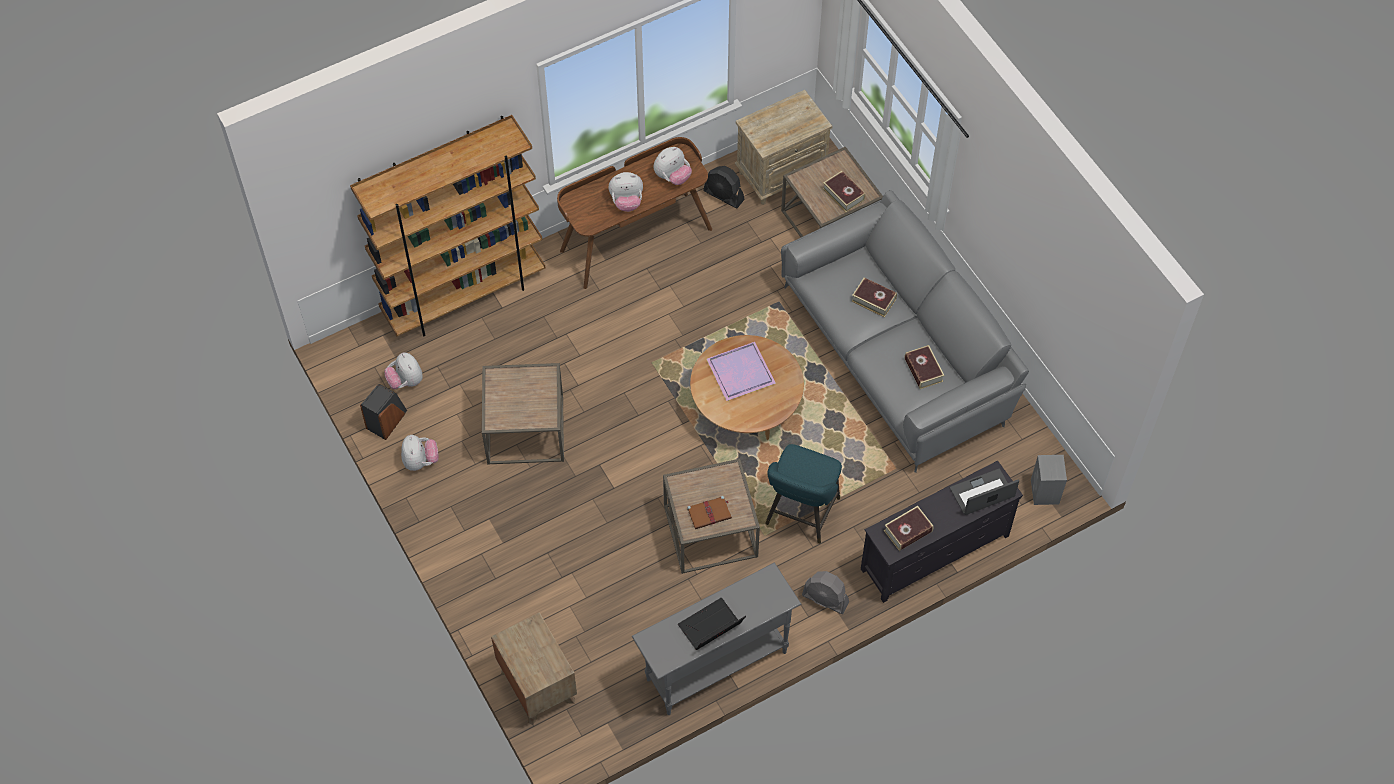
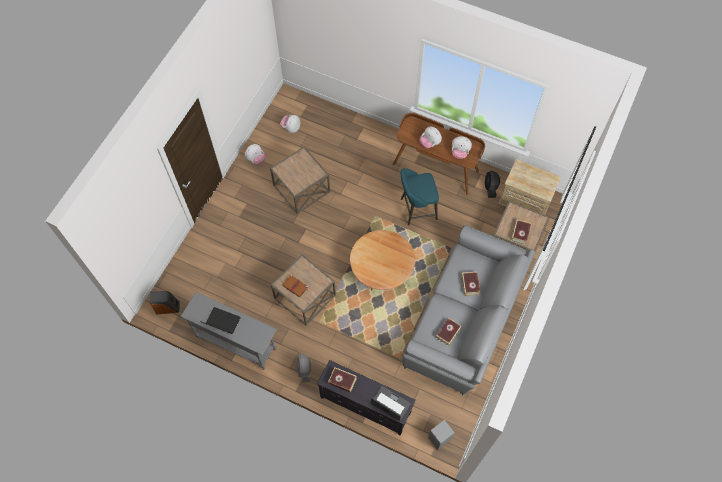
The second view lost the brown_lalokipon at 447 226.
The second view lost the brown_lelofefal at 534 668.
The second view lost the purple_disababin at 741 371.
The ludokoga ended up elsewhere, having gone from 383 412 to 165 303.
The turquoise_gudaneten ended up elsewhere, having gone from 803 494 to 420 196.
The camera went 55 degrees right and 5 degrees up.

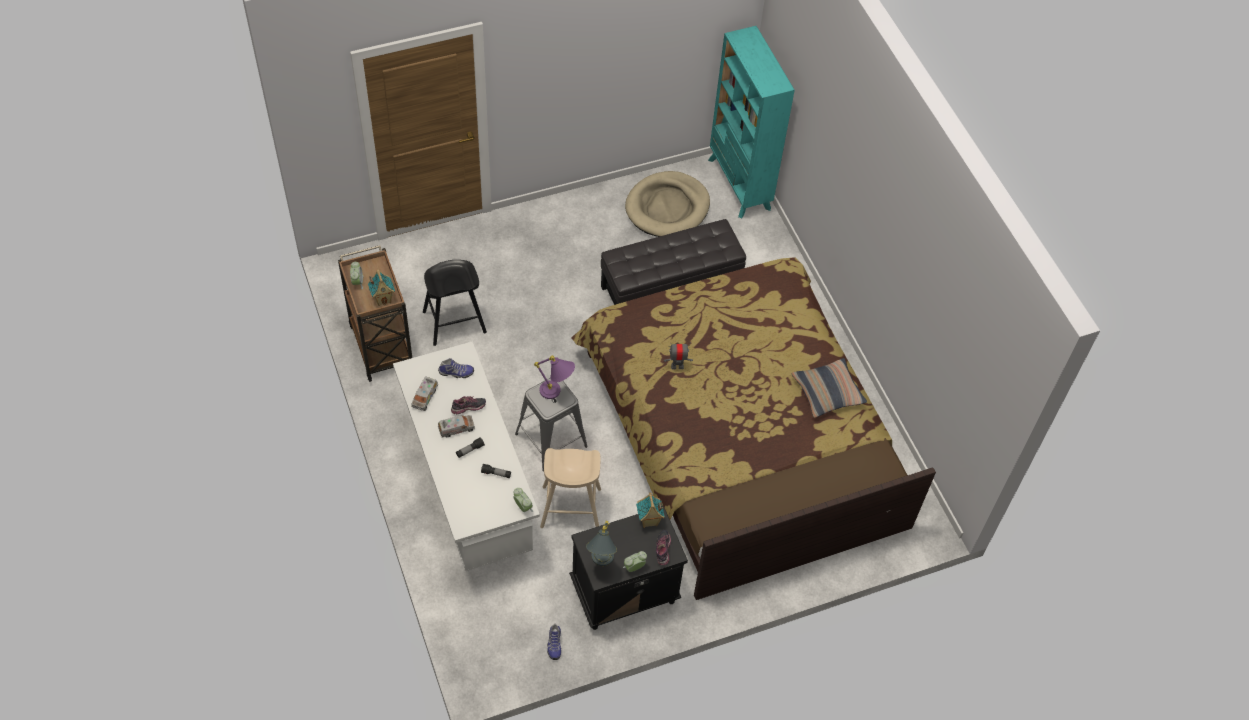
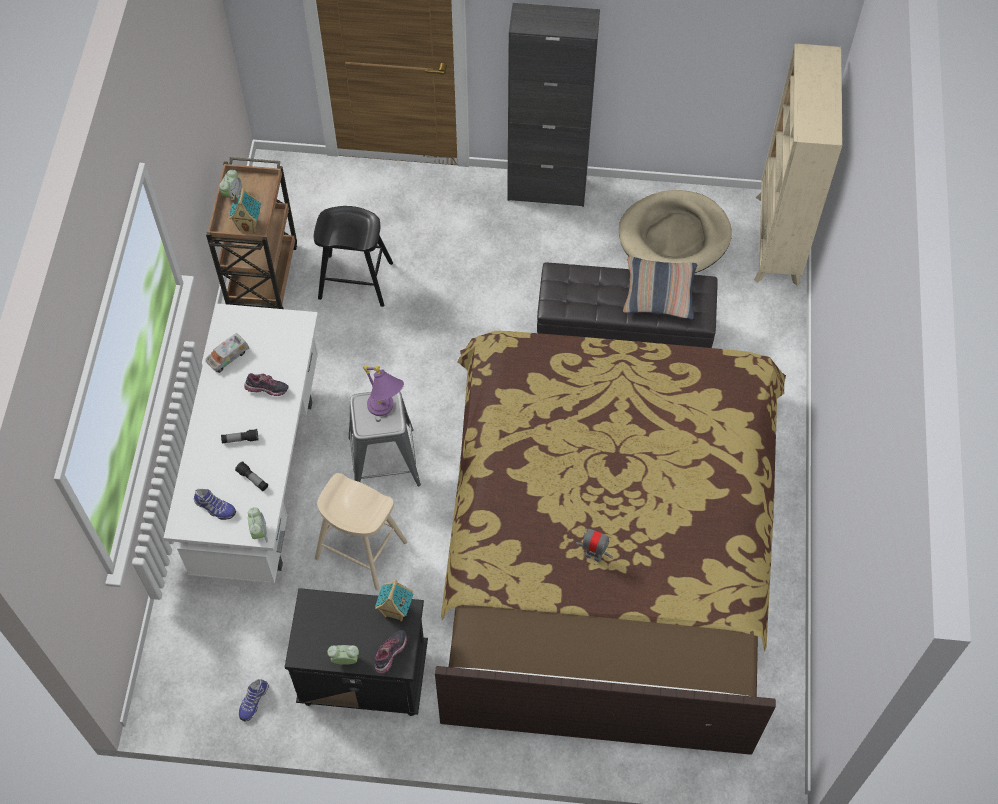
The second view lost the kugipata at 456 426.
The second view lost the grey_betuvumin at 601 543.
The second view gained the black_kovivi at 553 105.
The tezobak ended up elsewhere, having gone from 456 368 to 215 504.
The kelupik ended up elsewhere, having gone from 678 355 to 594 545.
The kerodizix ended up elsewhere, having gone from 829 388 to 660 287.
What was the turquoise_lalokipon at 751 122 turned into the beige_lalokipon at 798 164.
The camera went 30 degrees right and 5 degrees up.

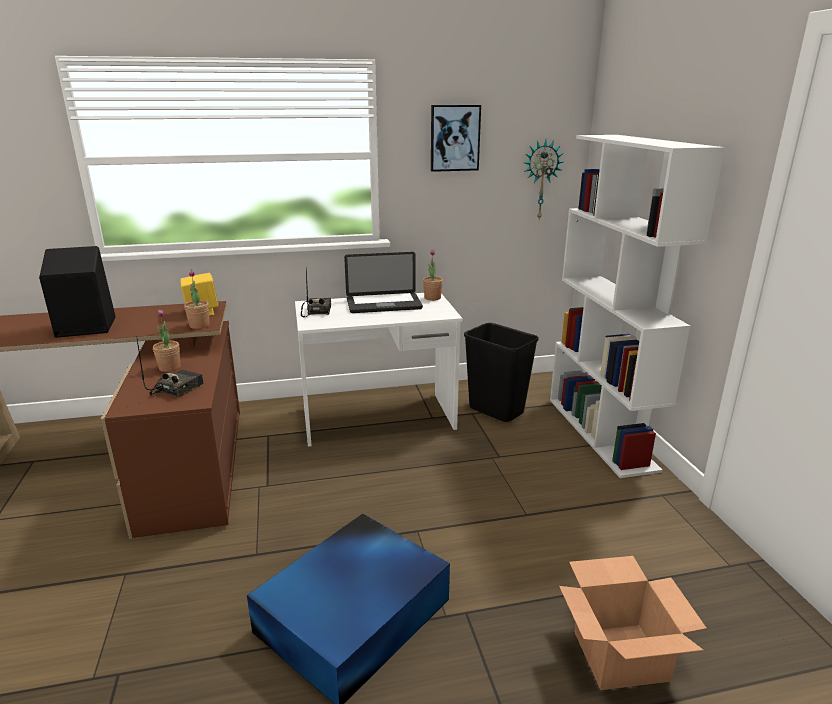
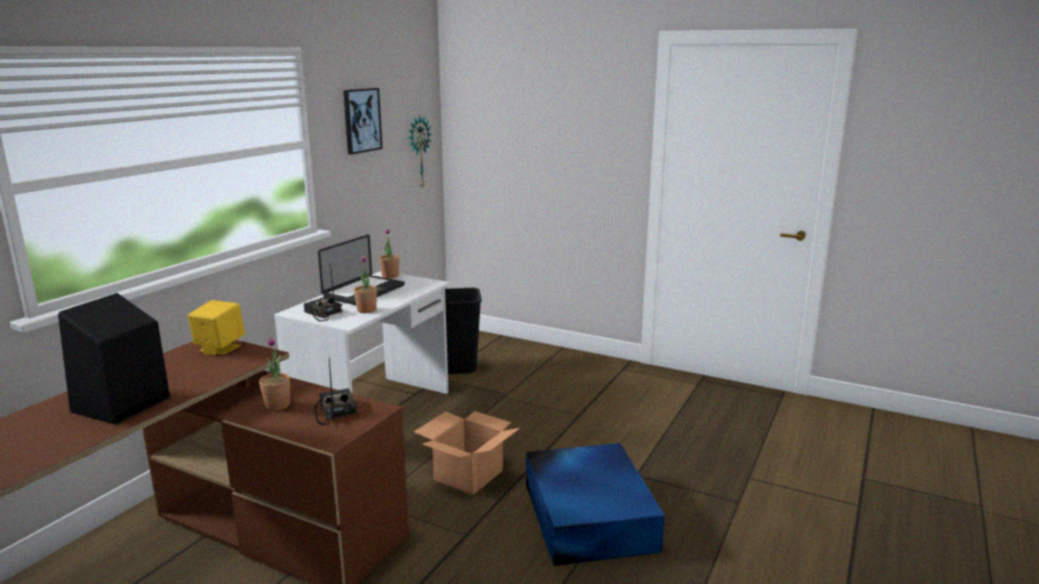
The second view lost the white_lalokipon at 637 306.
The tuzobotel ended up elsewhere, having gone from 197 299 to 365 284.
The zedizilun ended up elsewhere, having gone from 633 623 to 467 453.
The camera went 50 degrees left and 5 degrees down.

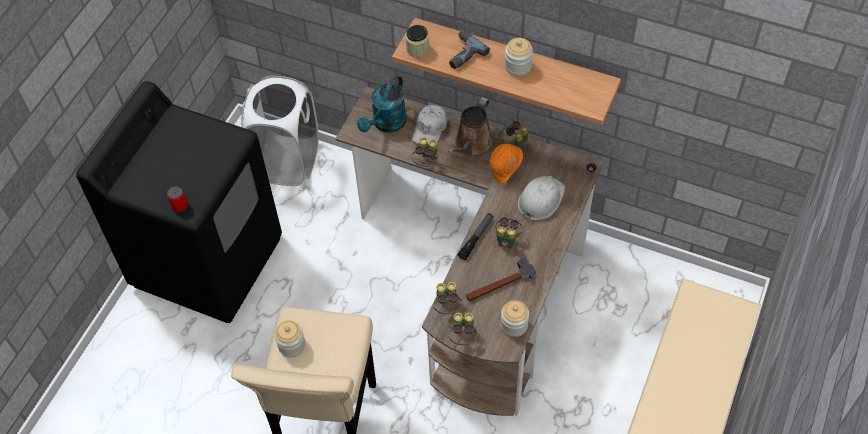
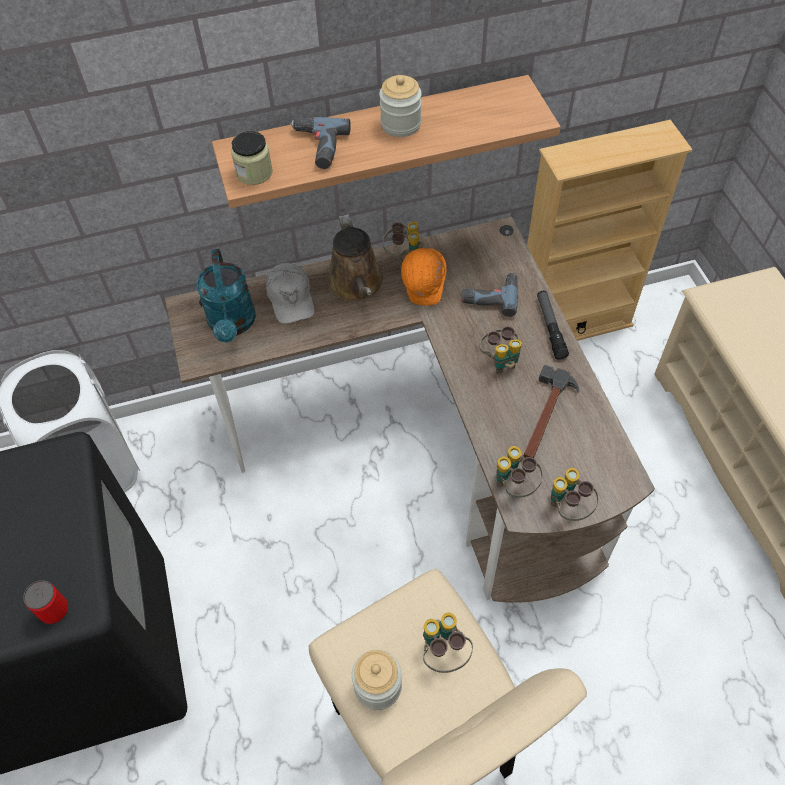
The second view lost the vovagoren at 515 318.
The second view gained the beige_lalokipon at 610 230.
The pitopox ended up elsewhere, having gone from 424 152 to 448 643.
The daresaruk ended up elsewhere, having gone from 475 236 to 553 325.
Where the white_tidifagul stood at 541 198, the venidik came to stand at 490 294.
The camera went 40 degrees left and 0 degrees up.

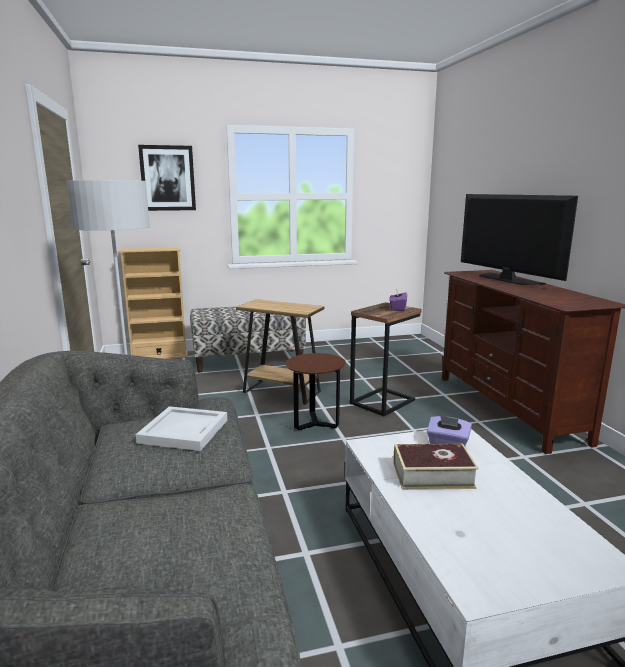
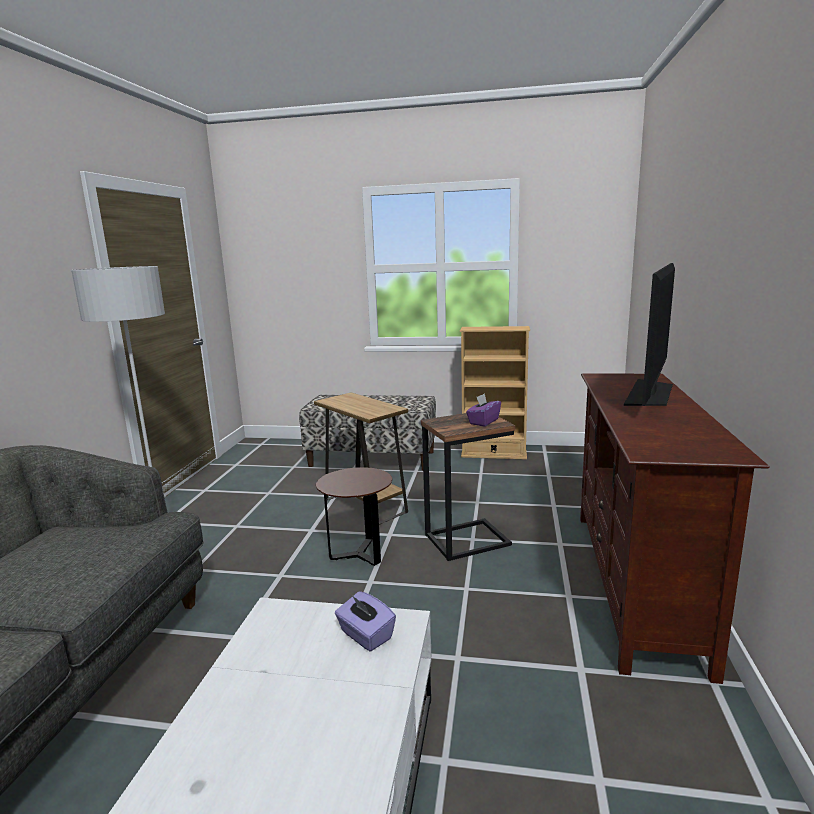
The second view lost the white_disababin at 181 428.
The second view lost the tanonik at 167 178.
The second view lost the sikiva at 435 467.
The beige_lalokipon ended up elsewhere, having gone from 153 303 to 495 392.
The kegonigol at 519 239 ended up facing another way, 150 degrees counterclockwise from before.
The camera went 25 degrees right and 0 degrees up.

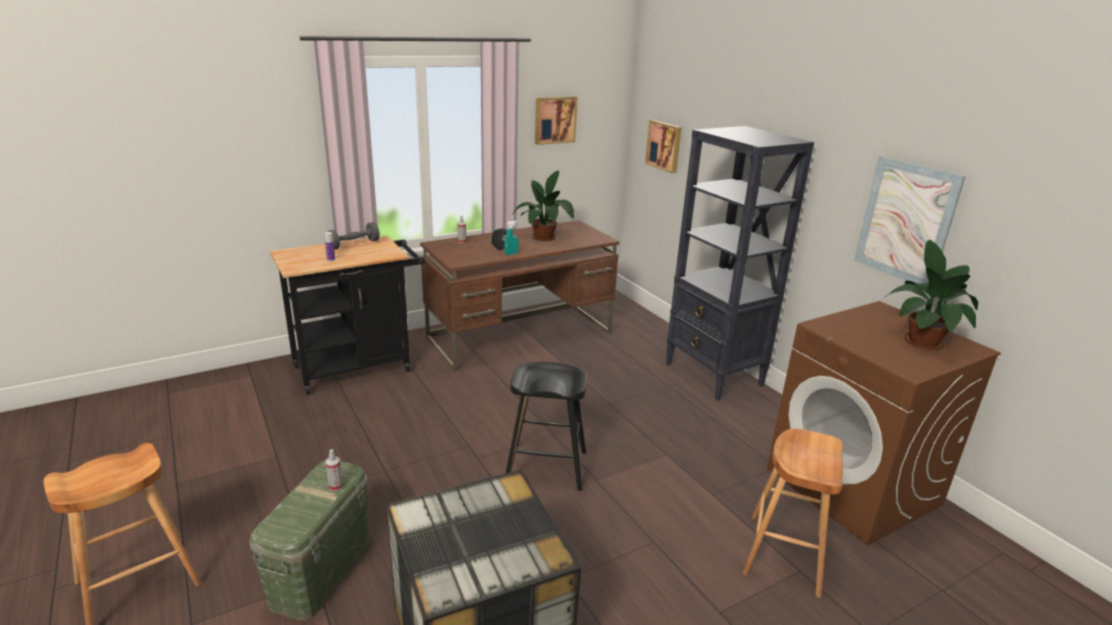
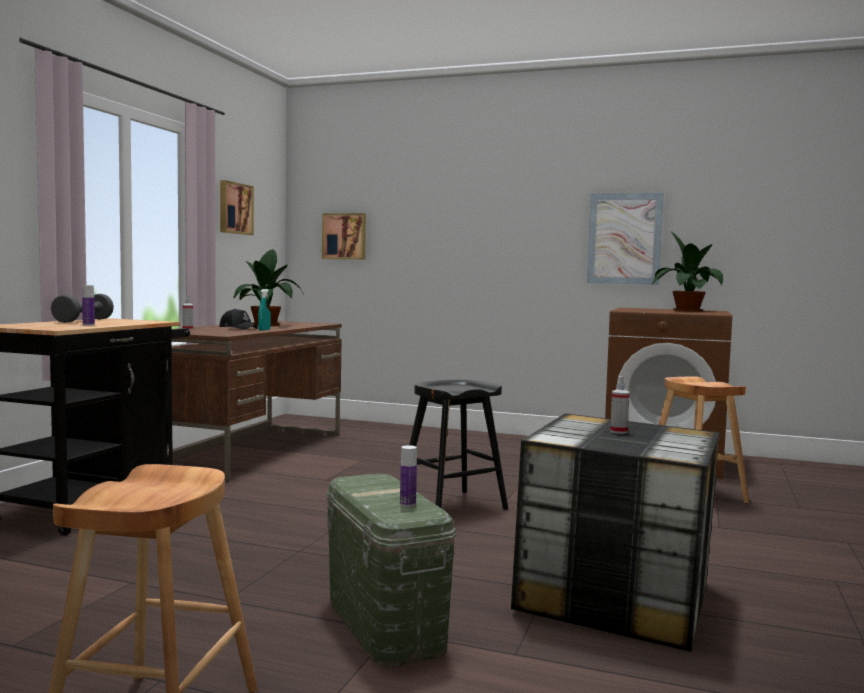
The second view lost the black_lalokipon at 740 263.
The second view gained the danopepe at 408 476.
The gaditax ended up elsewhere, having gone from 334 470 to 620 405.
The camera went 40 degrees left and 20 degrees down.

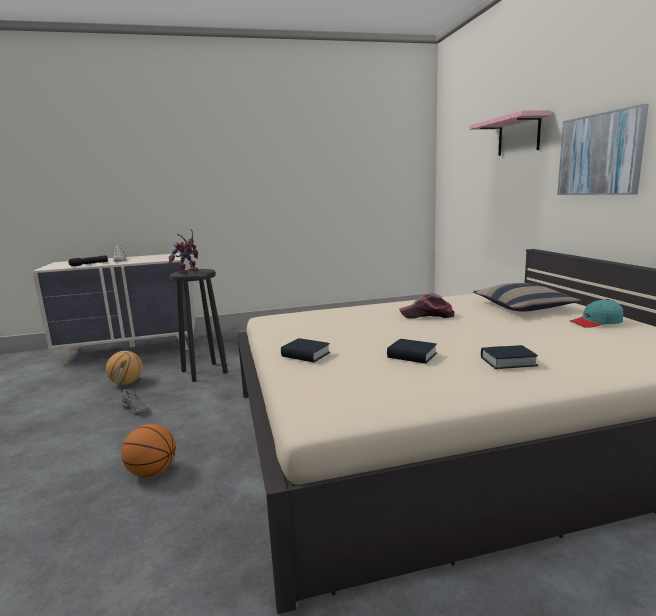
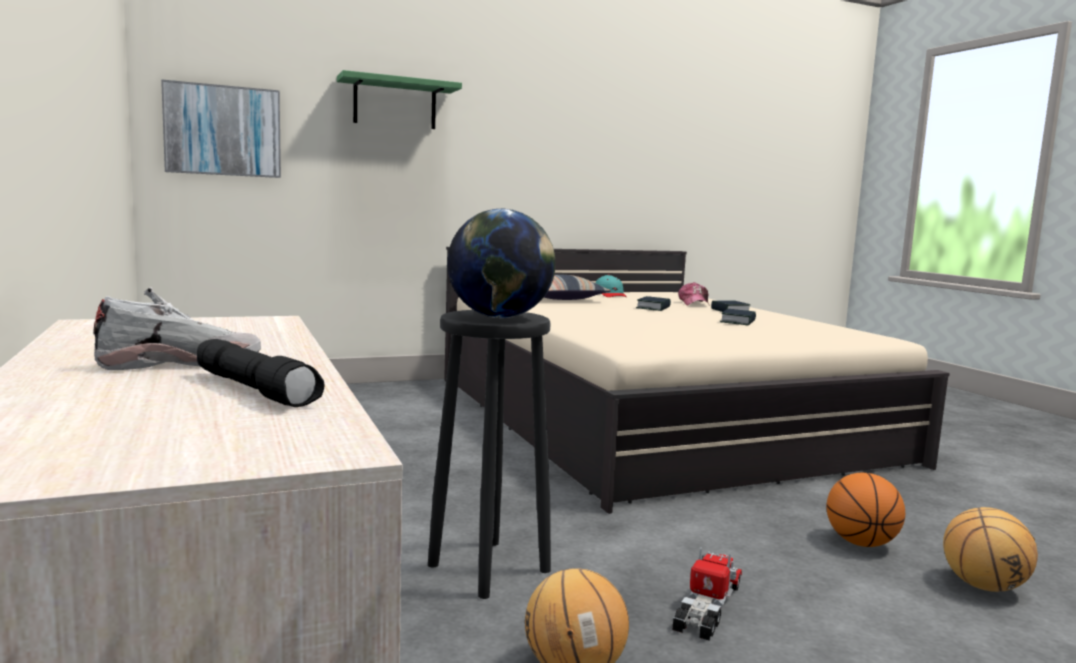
The second view gained the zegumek at 990 549.
The sikiva ended up elsewhere, having gone from 305 350 to 653 303.
The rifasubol ended up elsewhere, having gone from 427 307 to 694 294.
The tanonik ended up elsewhere, having gone from 603 149 to 221 128.
Where the grey_tezobak stood at 136 402, the kugipata came to stand at 707 594.
Where the kelupik stood at 183 251, the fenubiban came to stand at 501 263.
What was the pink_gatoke at 510 133 turned into the green_gatoke at 399 99.
The camera went 100 degrees left and 5 degrees down.

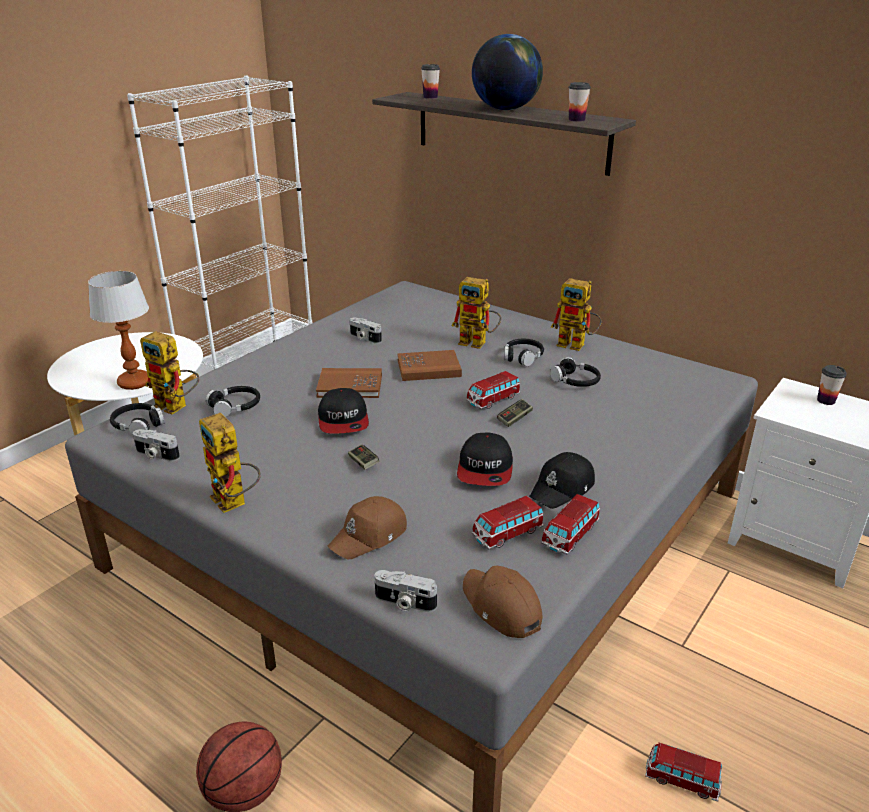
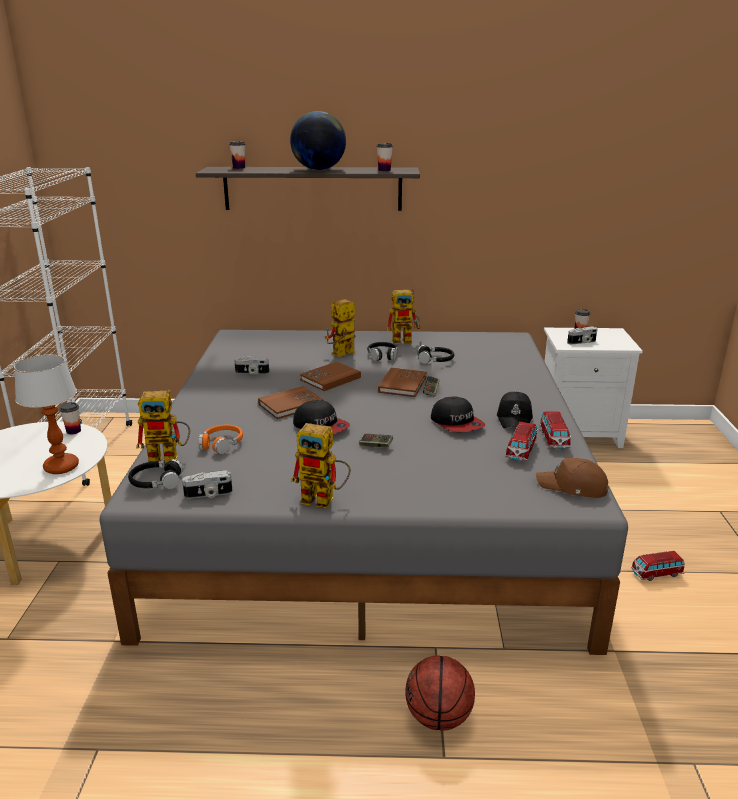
The second view lost the brown_rifasubol at 367 527.
The second view gained the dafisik at 70 418.
The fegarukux ended up elsewhere, having gone from 405 591 to 582 335.
Where the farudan stood at 493 390, the brown_sikiva came to stand at 402 382.
What was the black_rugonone at 233 401 turned into the orange_rugonone at 221 439.
The kelupik at 476 313 ended up facing another way, 150 degrees clockwise from before.
The camera went 35 degrees left and 5 degrees down.

